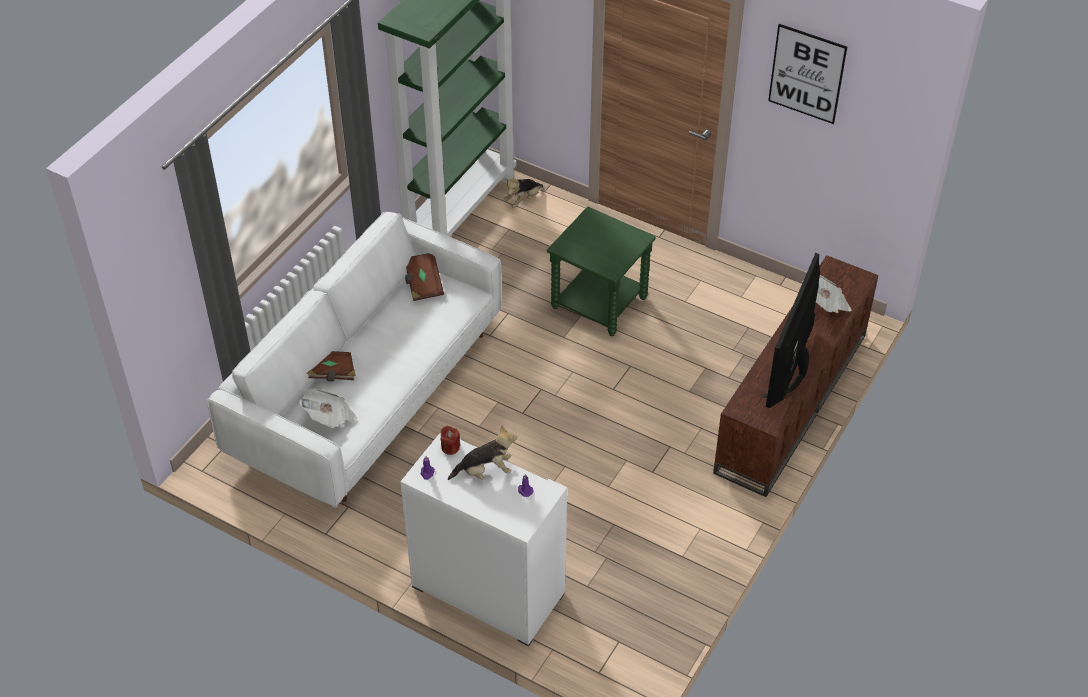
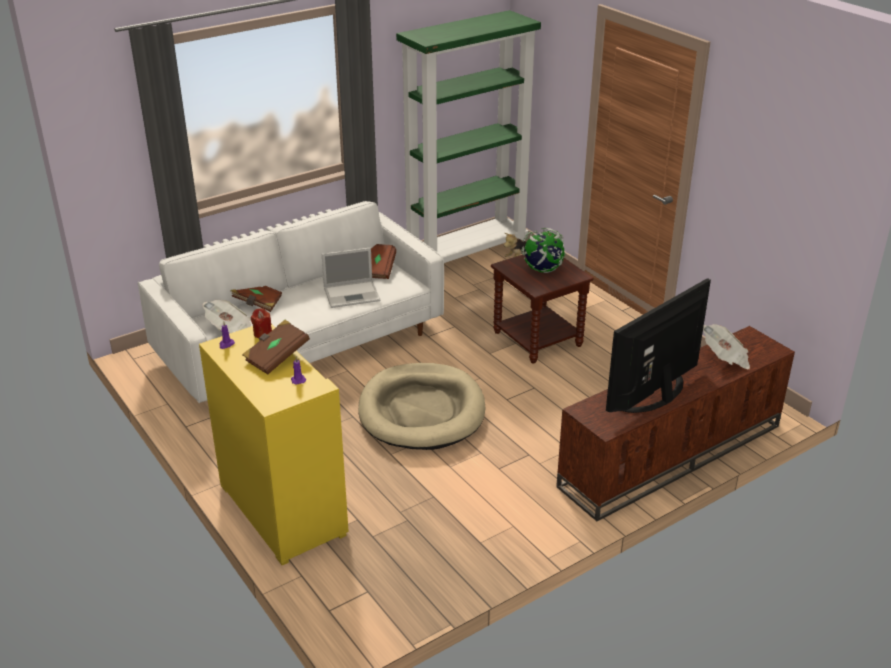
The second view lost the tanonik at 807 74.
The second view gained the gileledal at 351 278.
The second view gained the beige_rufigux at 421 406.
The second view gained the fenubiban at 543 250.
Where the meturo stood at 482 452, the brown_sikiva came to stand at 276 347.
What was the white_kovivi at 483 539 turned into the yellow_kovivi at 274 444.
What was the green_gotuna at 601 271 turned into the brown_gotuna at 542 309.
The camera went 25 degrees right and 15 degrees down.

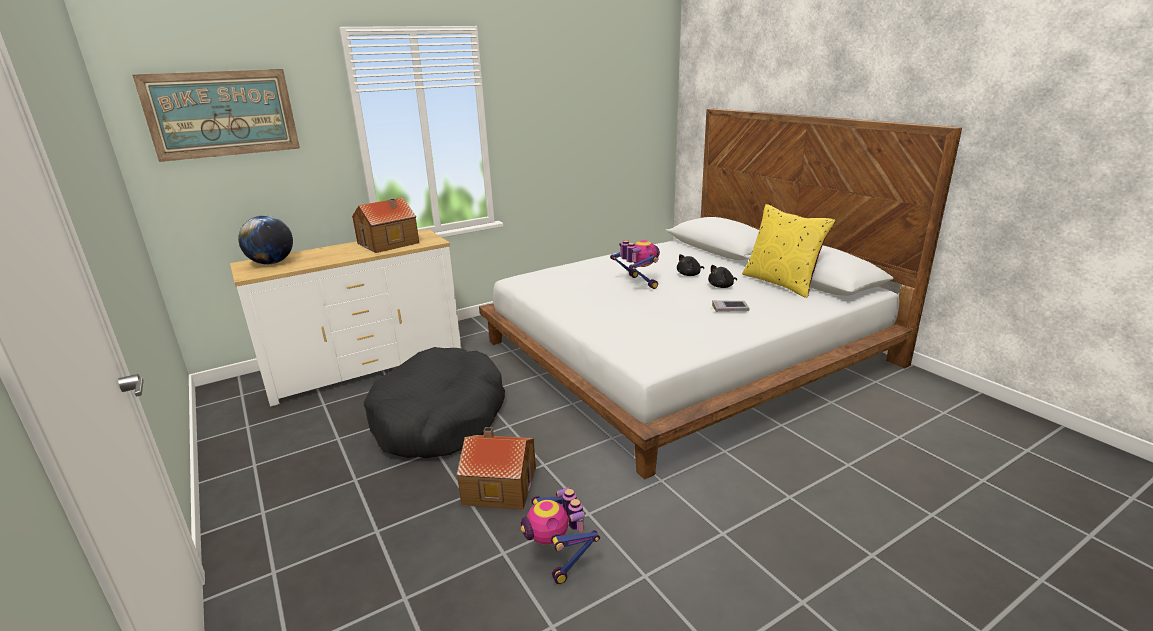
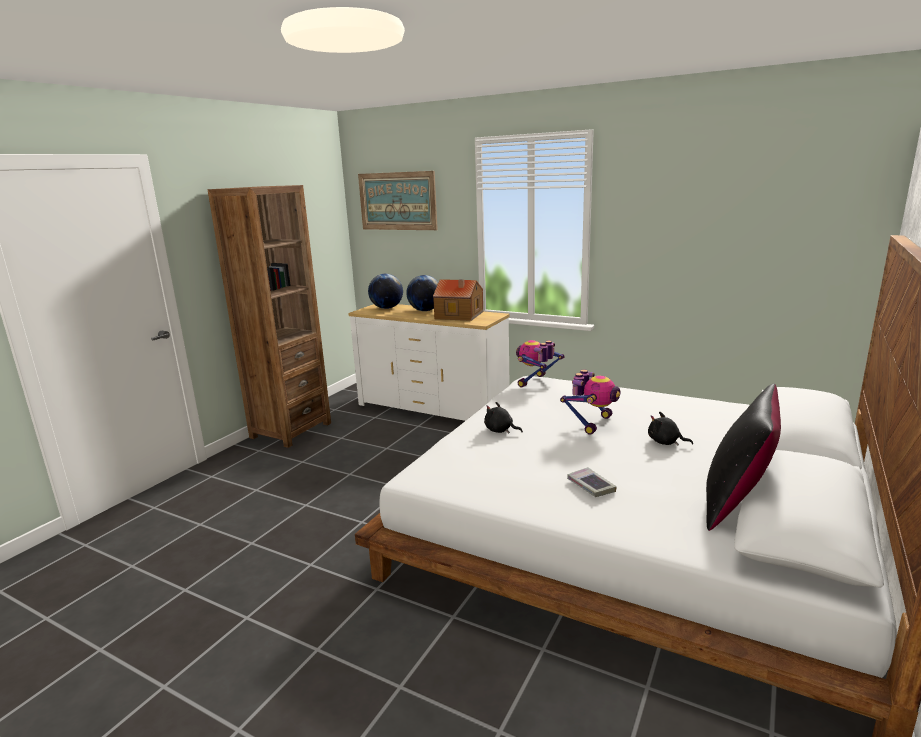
The second view lost the black_rufigux at 434 403.
The second view lost the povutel at 496 468.
The second view gained the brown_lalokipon at 269 316.
The second view gained the fenubiban at 422 293.
The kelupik ended up elsewhere, having gone from 560 536 to 540 363.
The black_meturo ended up elsewhere, having gone from 722 276 to 503 418.
What was the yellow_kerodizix at 789 251 turned into the black_kerodizix at 743 457.
The camera went 60 degrees right and 5 degrees down.

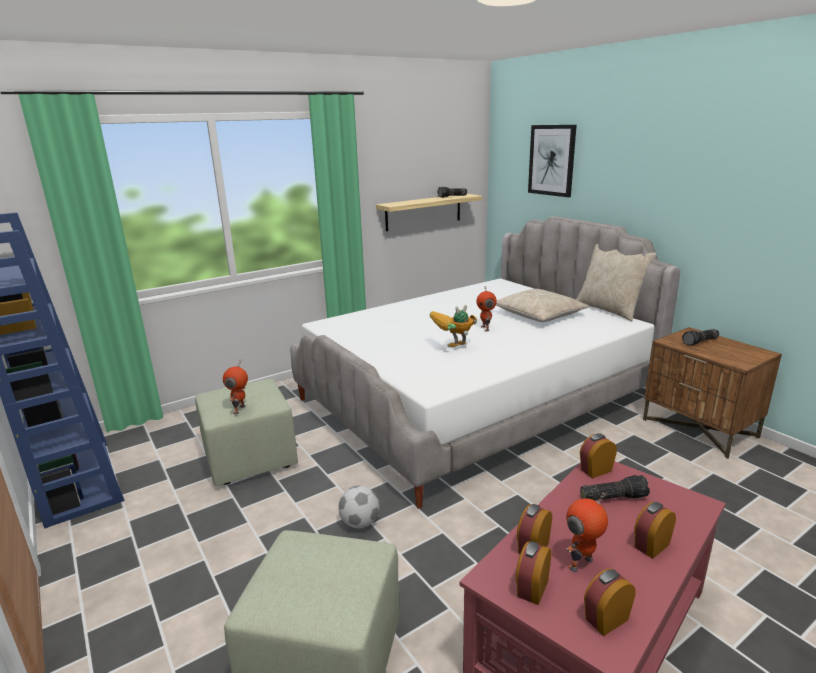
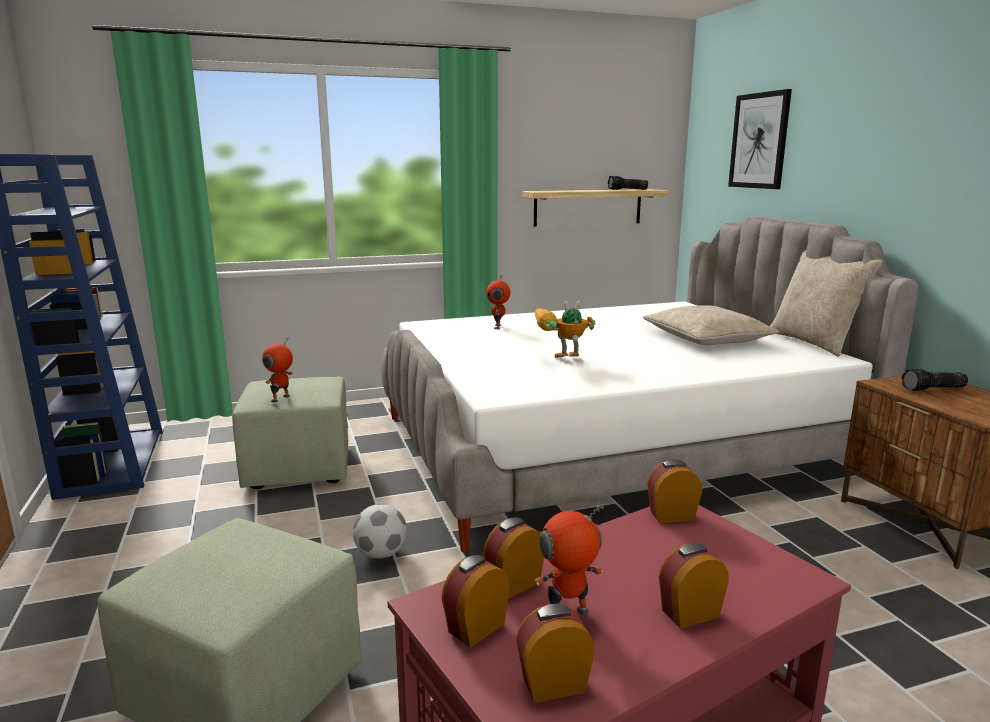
The second view lost the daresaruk at 615 488.
The kelupik ended up elsewhere, having gone from 487 310 to 498 302.
The camera went 15 degrees right and 5 degrees down.

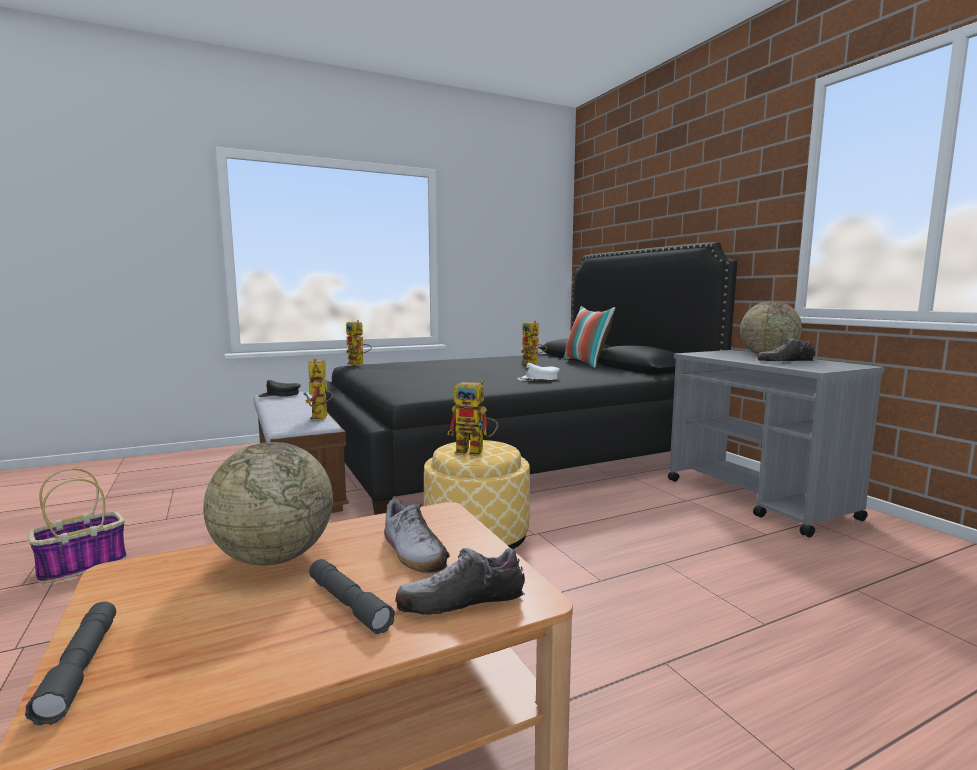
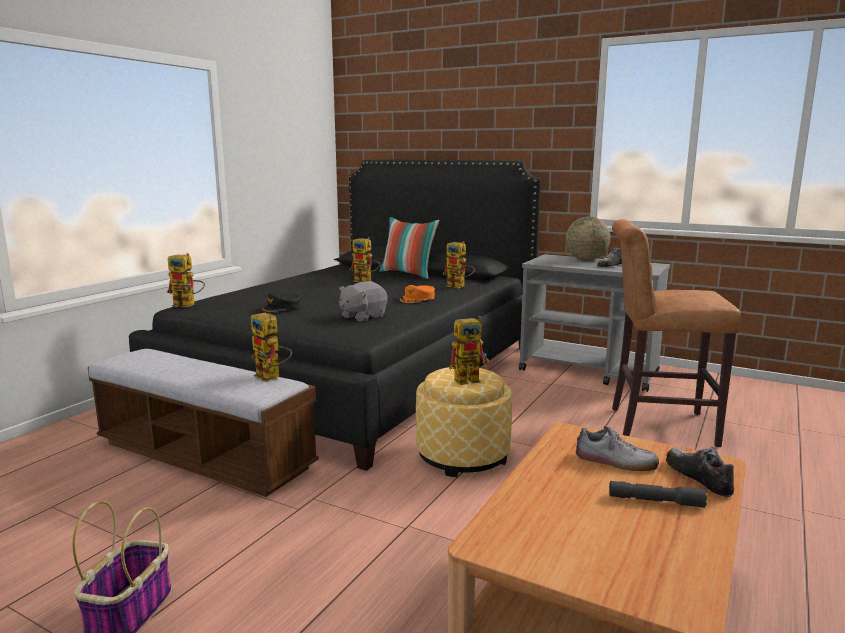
The second view lost the grey_daresaruk at 70 663.
The second view lost the fenubiban at 268 503.
The second view gained the grey_meturo at 363 301.
The second view gained the kelupik at 459 264.
The second view gained the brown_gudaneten at 676 333.
The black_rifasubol ended up elsewhere, having gone from 279 388 to 280 303.
What was the white_rifasubol at 539 372 turned into the orange_rifasubol at 417 294.
The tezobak at 460 581 ended up facing another way, 120 degrees clockwise from before.
The camera went 35 degrees left and 5 degrees up.

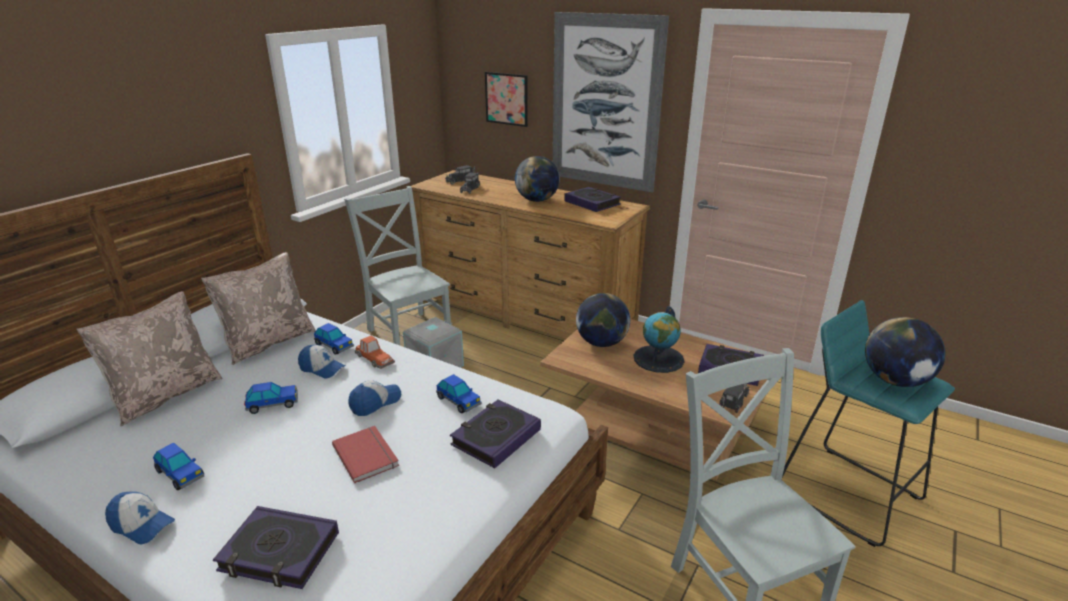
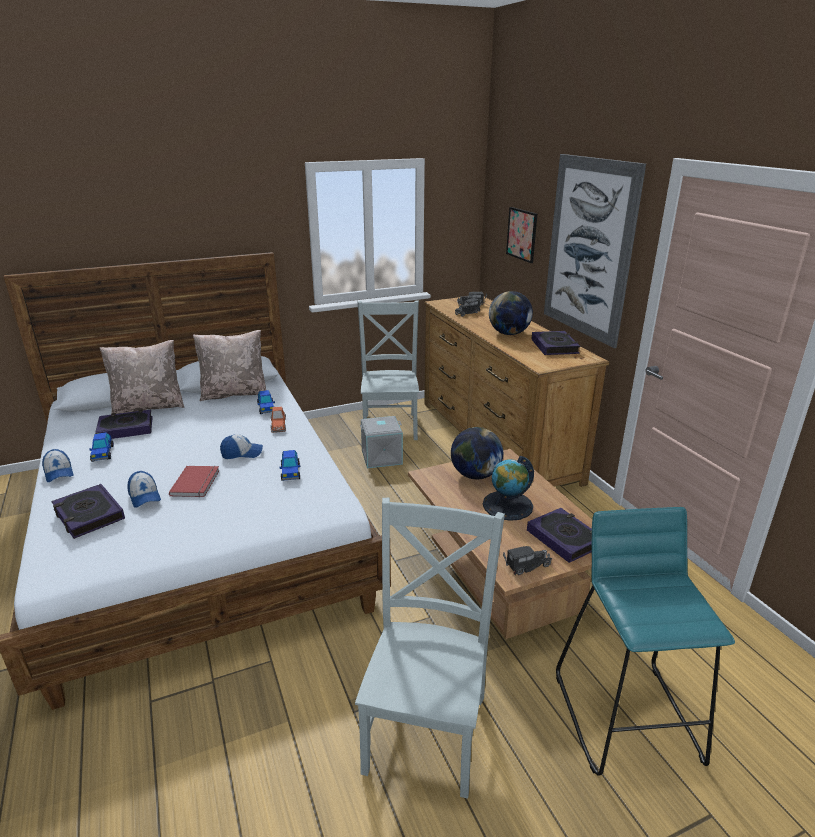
The second view lost the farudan at 271 398.
The second view lost the fenubiban at 905 352.
The rifasubol ended up elsewhere, having gone from 322 362 to 144 489.
The sikiva ended up elsewhere, having gone from 495 434 to 124 424.
The camera went 35 degrees right and 0 degrees up.

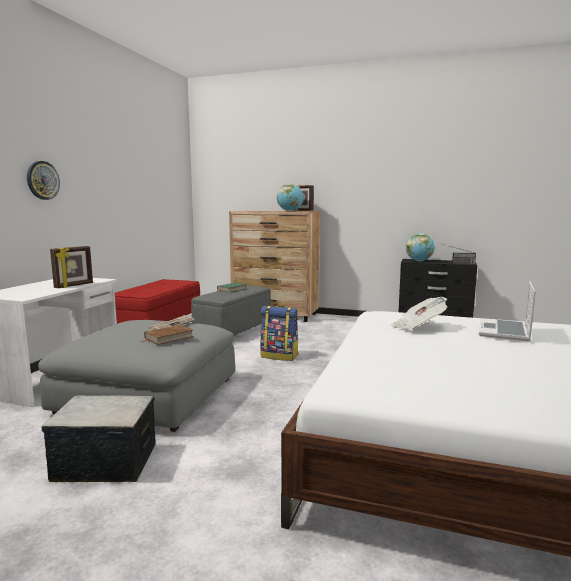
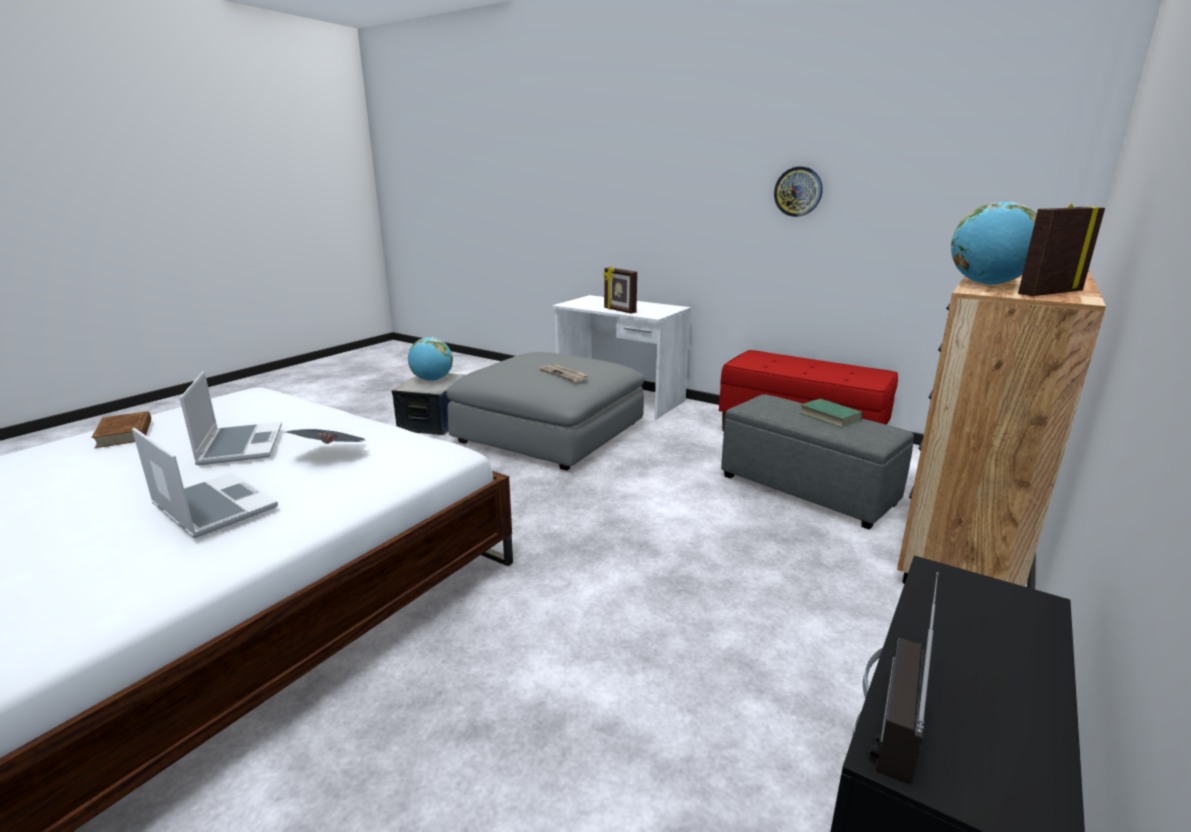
The second view lost the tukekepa at 279 333.
The second view gained the gileledal at 231 418.
The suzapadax ended up elsewhere, having gone from 43 180 to 798 191.
The brown_sikiva ended up elsewhere, having gone from 167 335 to 121 429.
The fenubiban ended up elsewhere, having gone from 420 247 to 430 359.
The camera went 105 degrees right and 10 degrees up.

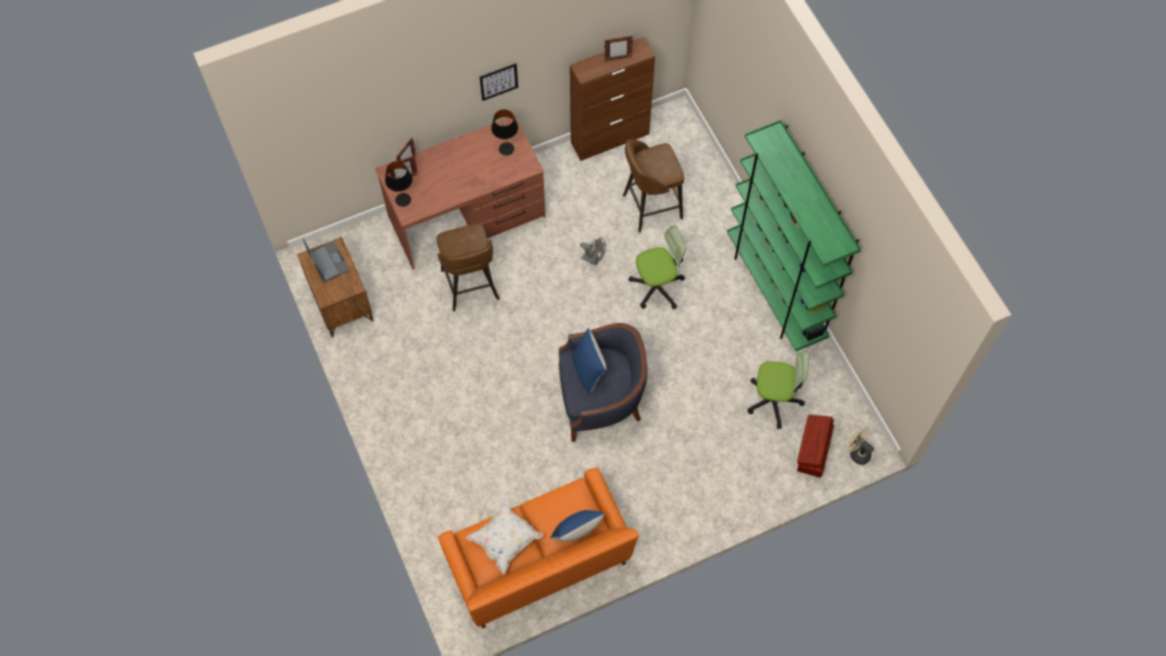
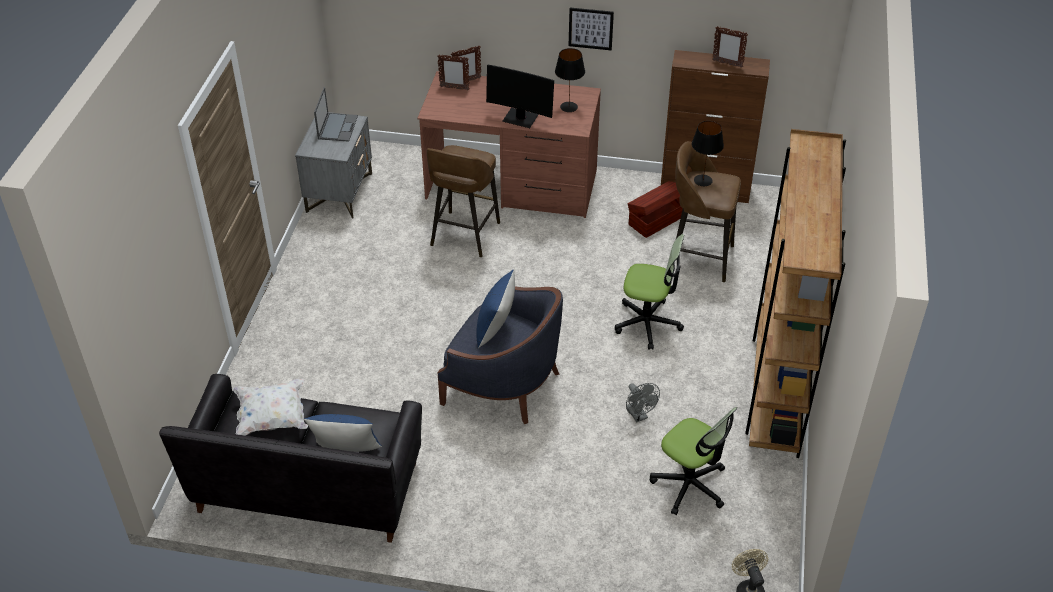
The second view gained the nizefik at 520 96.
The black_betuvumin ended up elsewhere, having gone from 398 184 to 708 153.
The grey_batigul ended up elsewhere, having gone from 593 251 to 643 402.
The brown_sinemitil ended up elsewhere, having gone from 815 446 to 655 209.
What was the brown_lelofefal at 335 287 turned into the grey_lelofefal at 333 165.
What was the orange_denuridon at 538 547 turned into the black_denuridon at 290 458.
What was the green_lalokipon at 794 235 turned into the brown_lalokipon at 795 293.
The camera went 35 degrees right and 20 degrees down.

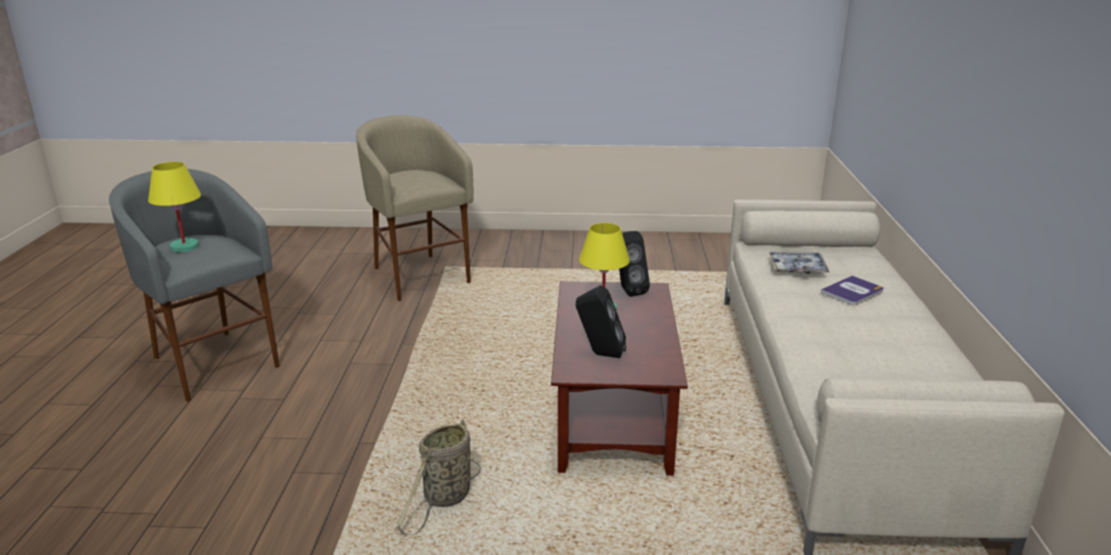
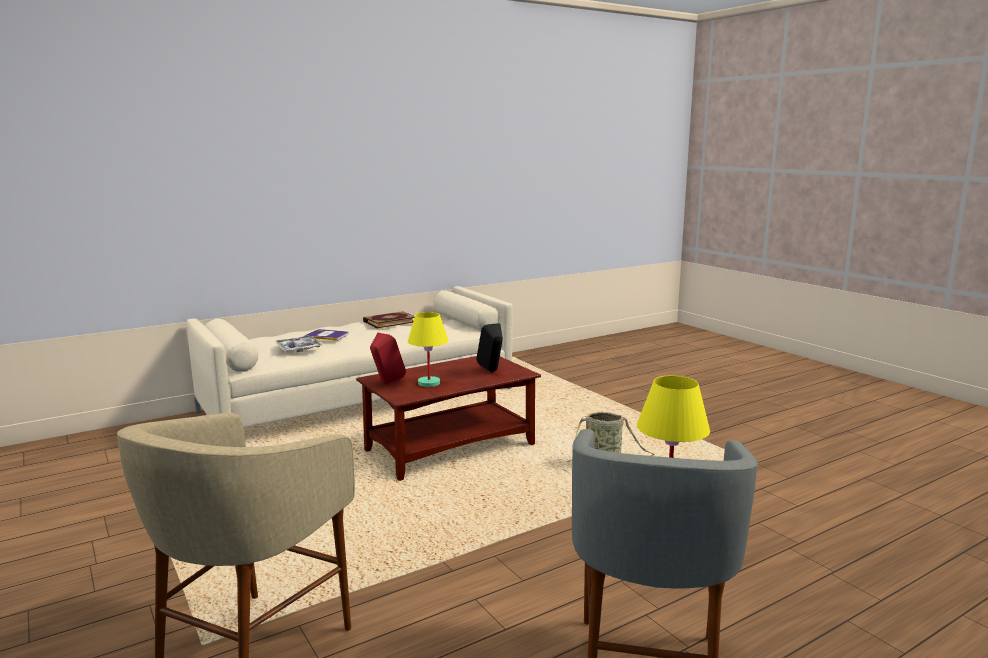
The second view gained the sikiva at 389 319.
What was the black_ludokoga at 634 264 turned into the red_ludokoga at 388 358.
The camera went 125 degrees left and 10 degrees down.

